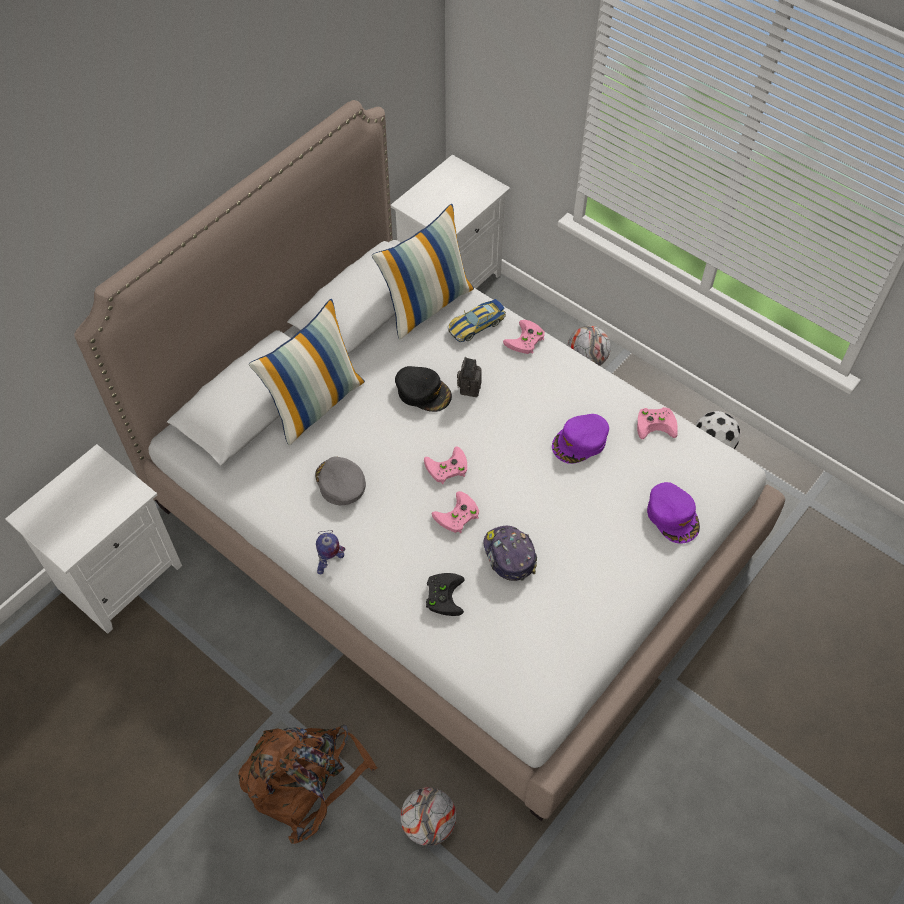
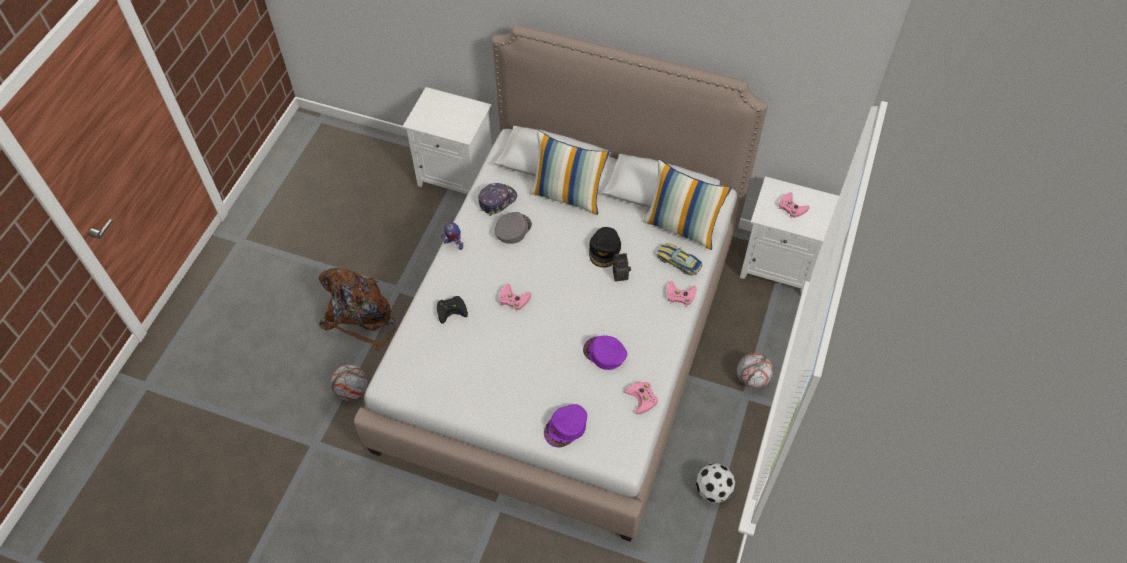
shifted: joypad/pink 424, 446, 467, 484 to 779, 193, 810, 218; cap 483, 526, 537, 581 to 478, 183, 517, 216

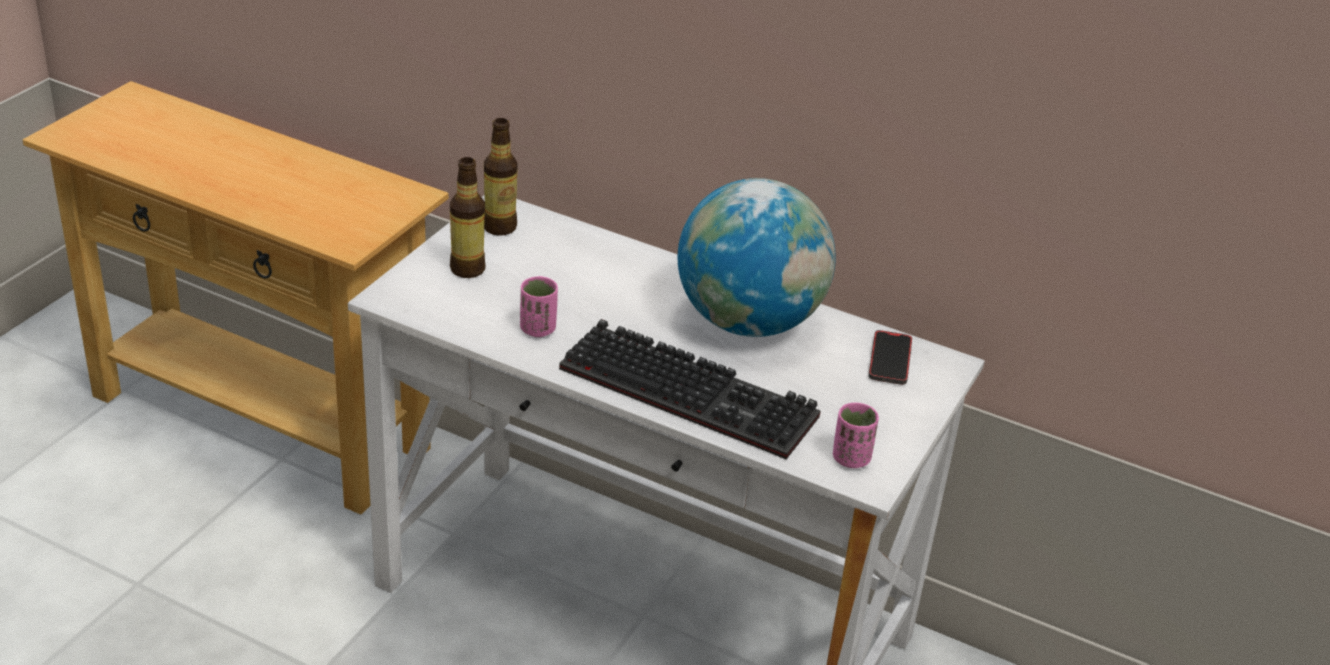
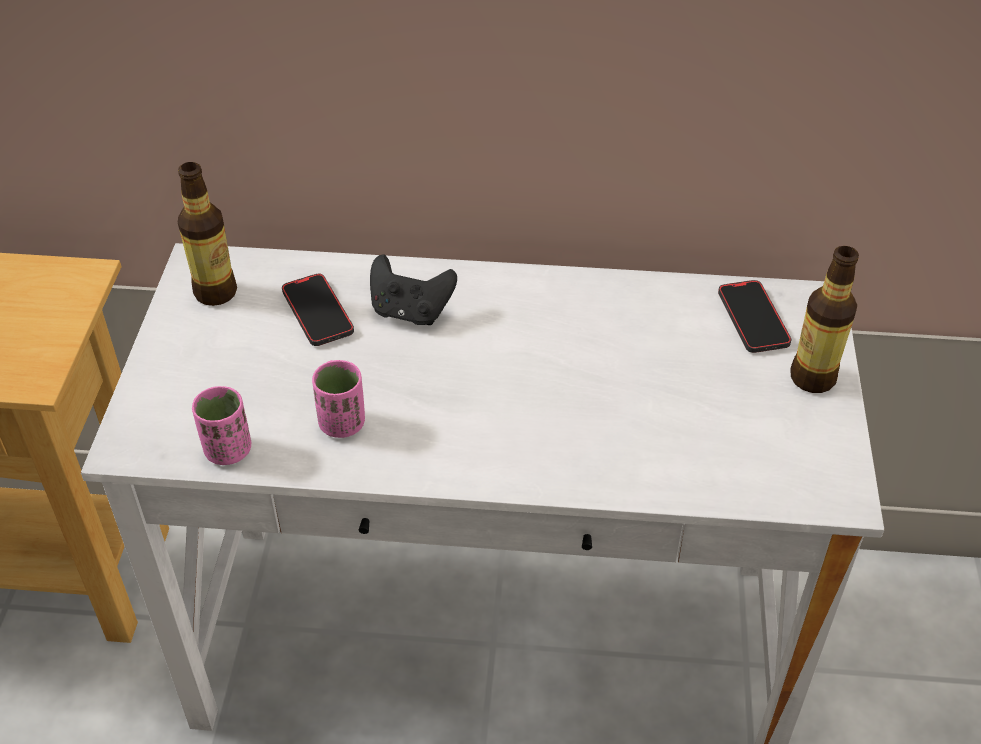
gone: PC keyboard 559, 319, 820, 460; desk globe 678, 178, 836, 337
new: handset 282, 273, 354, 346; joypad/black-coloured 370, 254, 457, 325
shifted: drink bottle 450, 157, 485, 278 to 790, 246, 859, 393; cup/pink 833, 403, 879, 468 to 192, 386, 251, 465

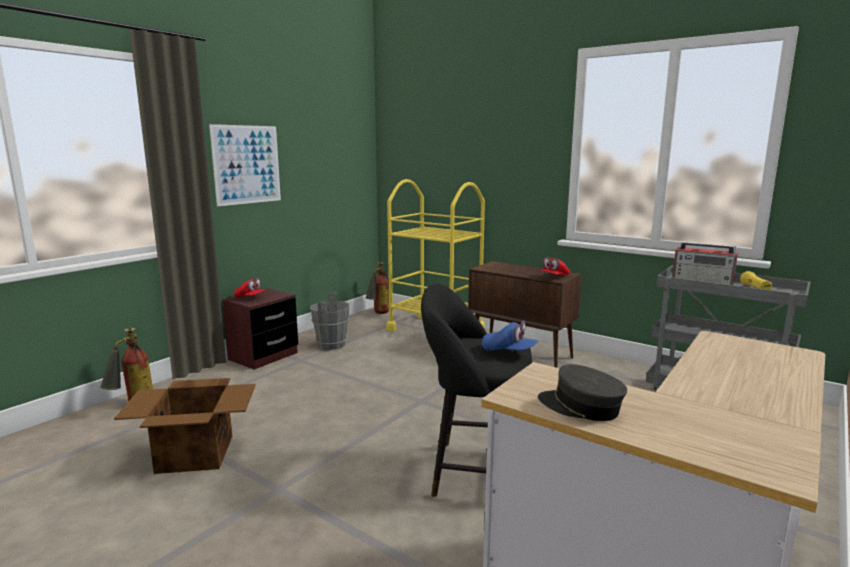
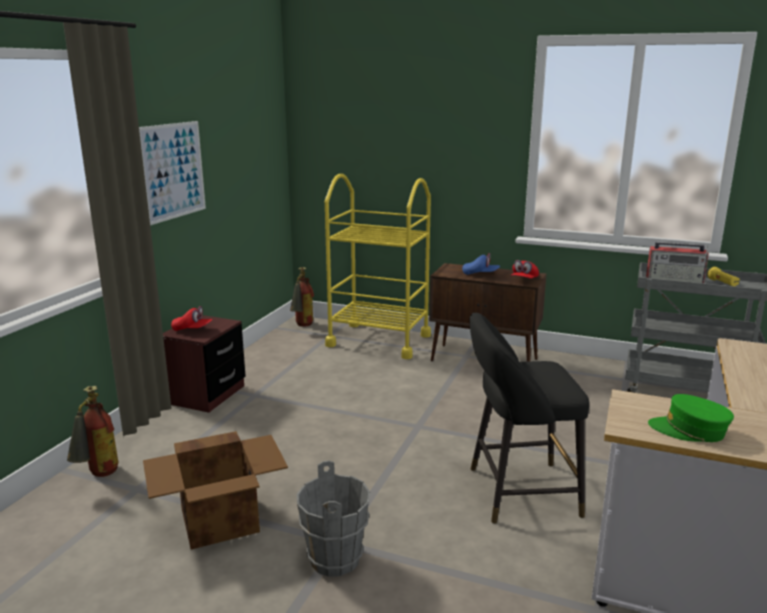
shifted: pail/greyish 310, 292, 349, 350 to 296, 460, 370, 577; cap/blue-coloured 482, 320, 538, 351 to 462, 253, 500, 275
repainted: cap/greyish 538, 364, 627, 421 to cap/green 648, 394, 734, 442

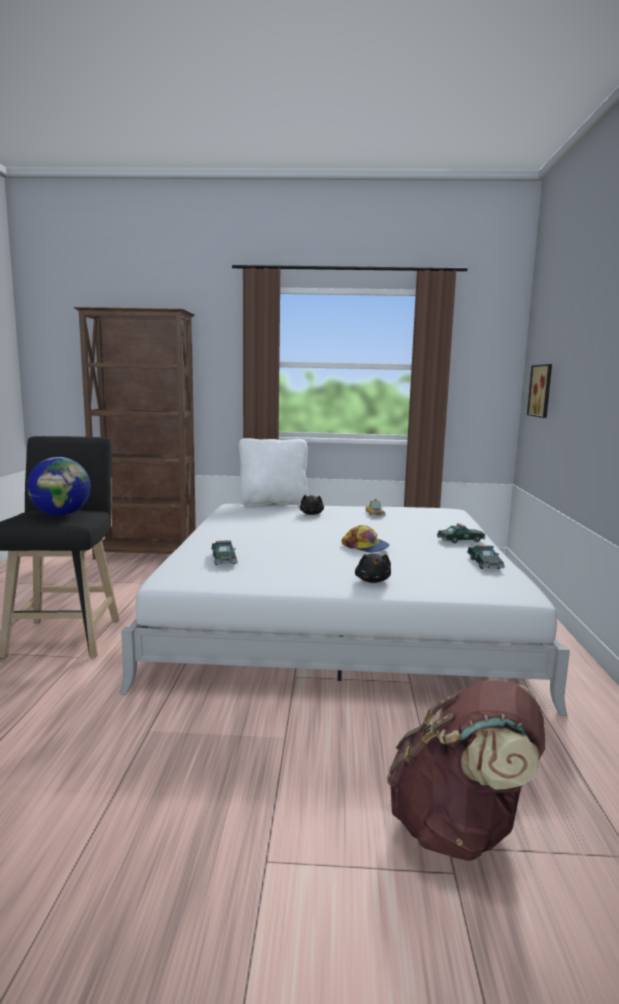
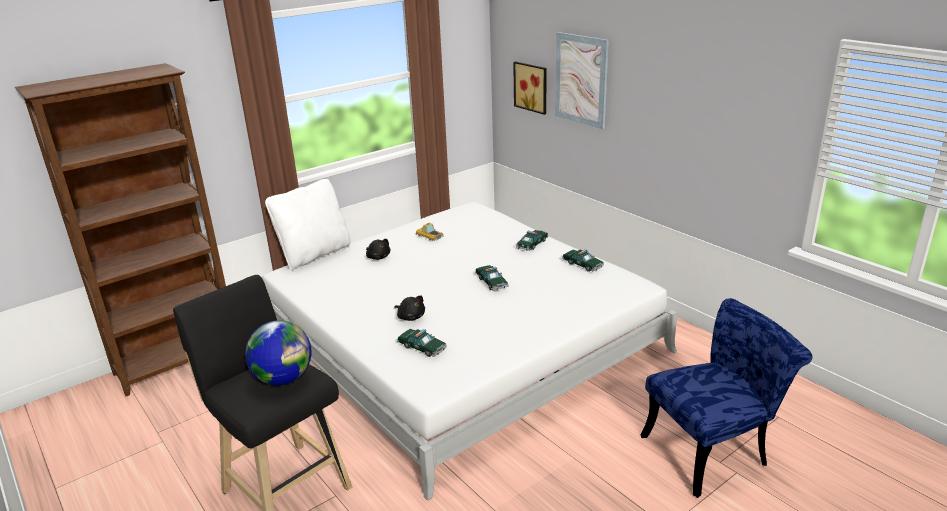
new: wall picture 555, 32, 609, 129
shifted: soft toy/black-coloured 355, 553, 391, 583 to 394, 296, 425, 321
swapped: cap 342, 525, 390, 553 to toy car 475, 265, 509, 291; rucksack/brown-coloured 387, 680, 545, 861 to plain chair/blue-coloured 640, 298, 813, 498

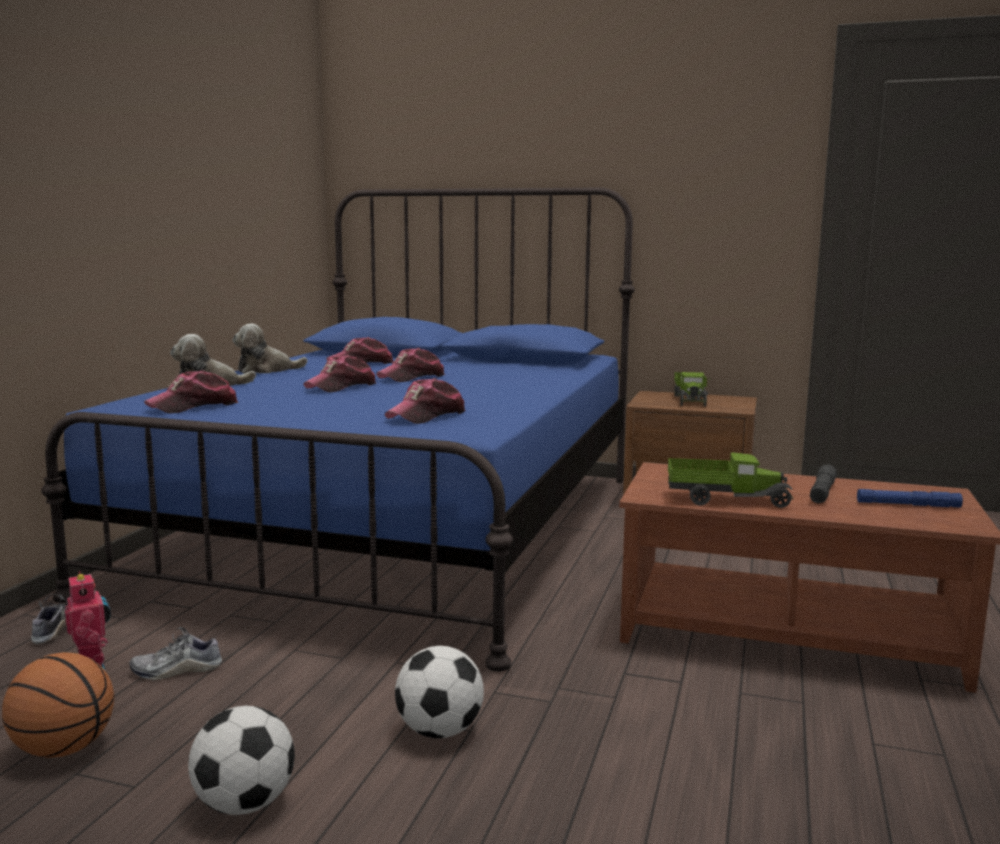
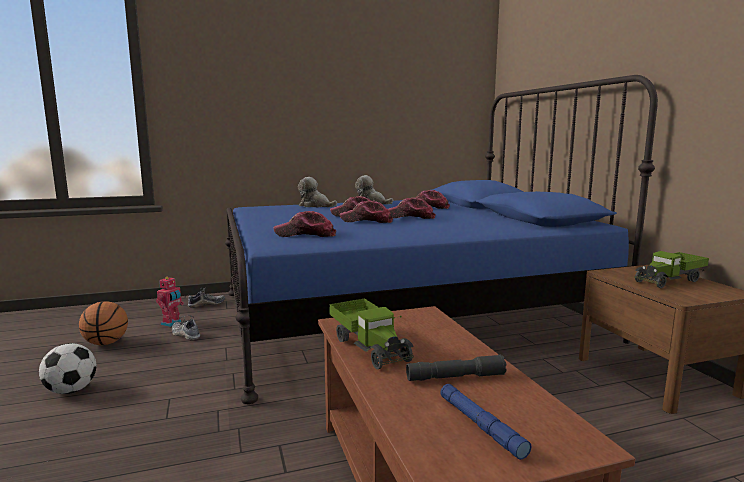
gone: ball for football 395, 646, 484, 738
shifted: cap 144, 370, 239, 413 to 340, 201, 393, 223

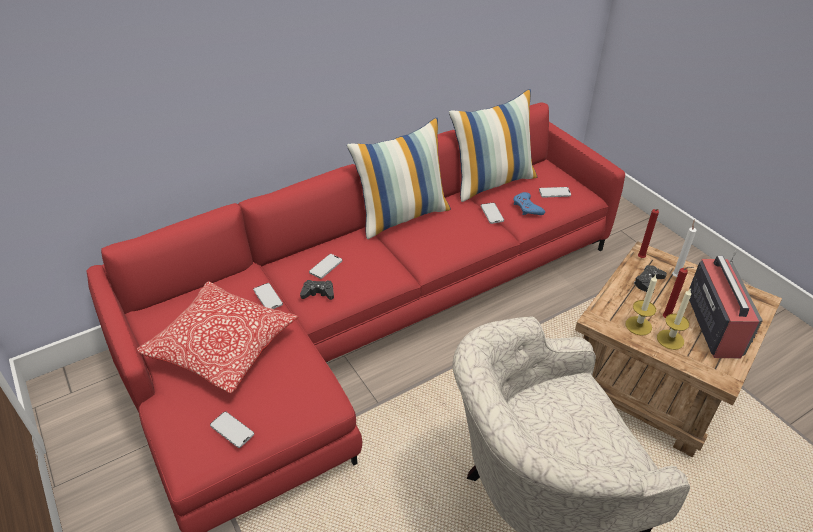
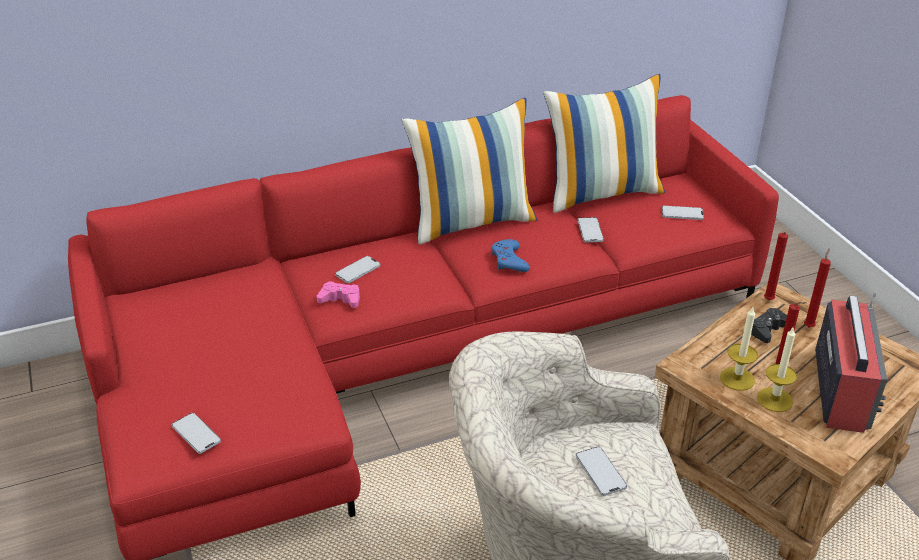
gone: cushion 137, 281, 299, 394
shifted: handset 253, 283, 283, 309 to 576, 446, 627, 496; joypad/blue-coloured 514, 192, 545, 215 to 492, 239, 530, 272
repainted: joypad/black-coloured 300, 280, 334, 300 to joypad/pink 317, 281, 360, 308; candle/whitish 672, 220, 697, 277 to candle/red 804, 248, 831, 327

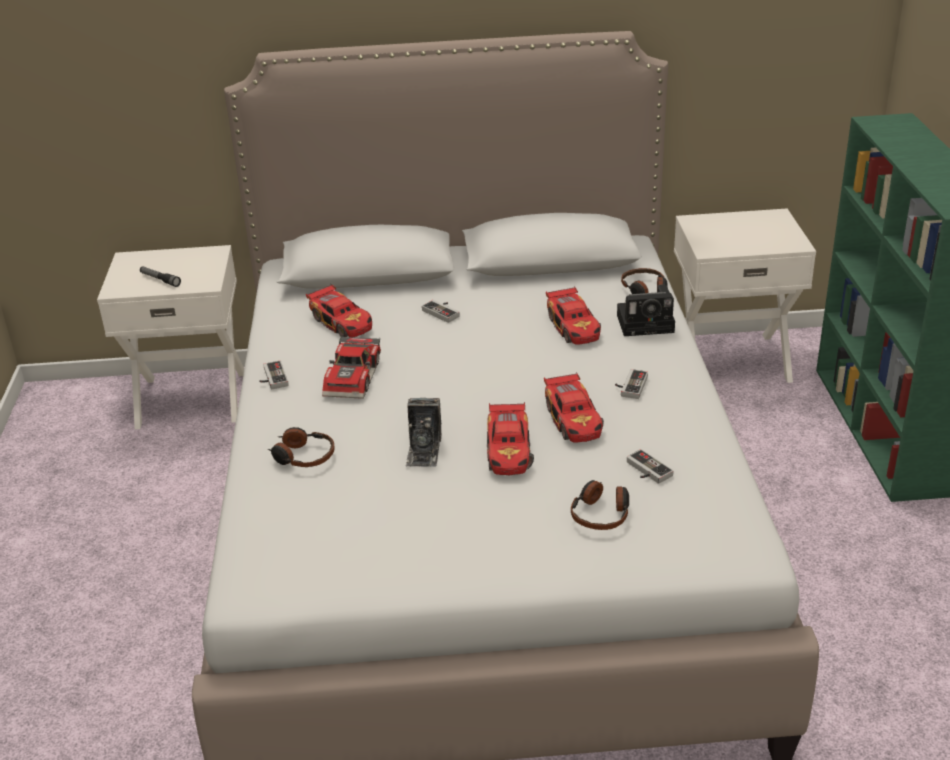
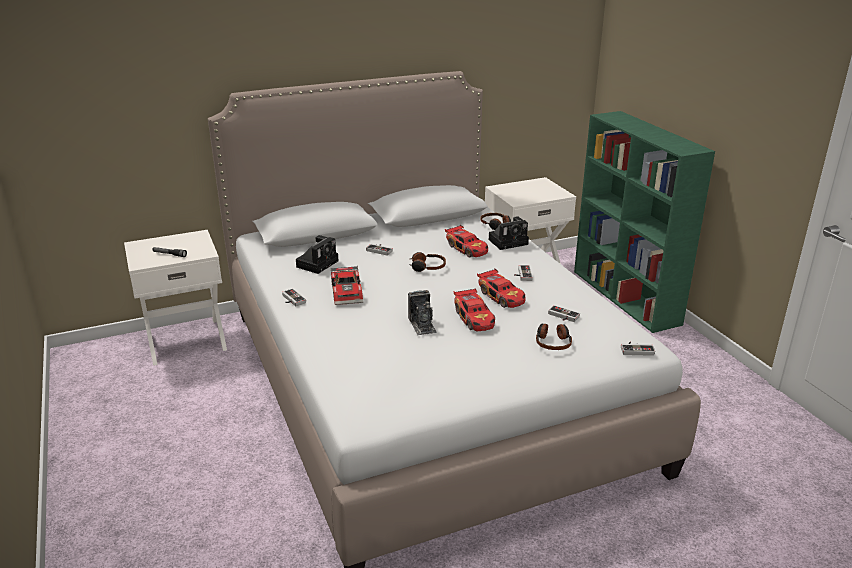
new: joypad 621, 342, 655, 356
shifted: pair of headphones 268, 427, 335, 467 to 408, 252, 446, 272
swapped: toy car 306, 284, 372, 337 to still camera 296, 235, 339, 274

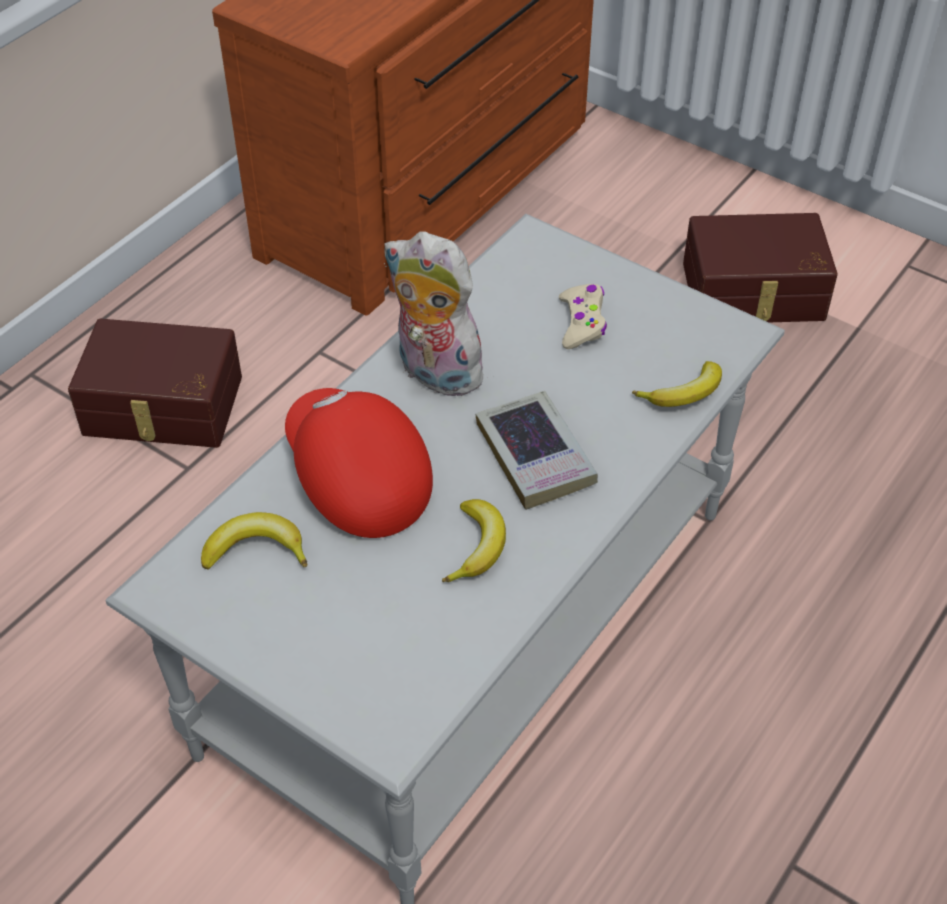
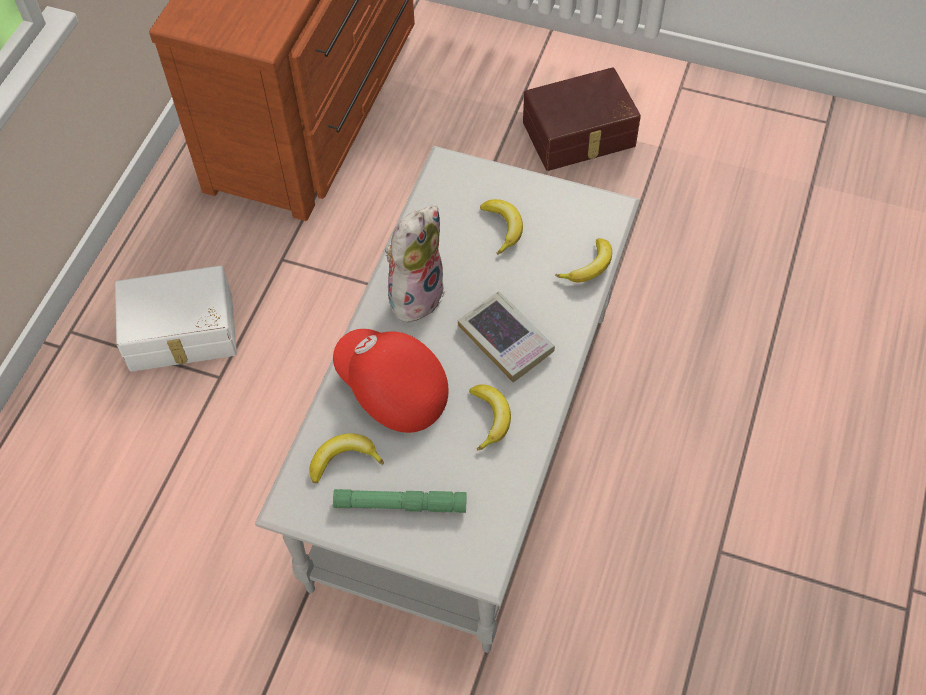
new: hand torch/green 333, 489, 467, 513
swapped: joypad/beige-coloured 559, 284, 607, 349 to whole banana 480, 199, 523, 255
repainted: storage container/brown-coloured 68, 319, 242, 448 to storage container/whitish 115, 265, 237, 372
rotated: soft toy 384, 231, 494, 396 = 385, 206, 445, 328 105 degrees clockwise

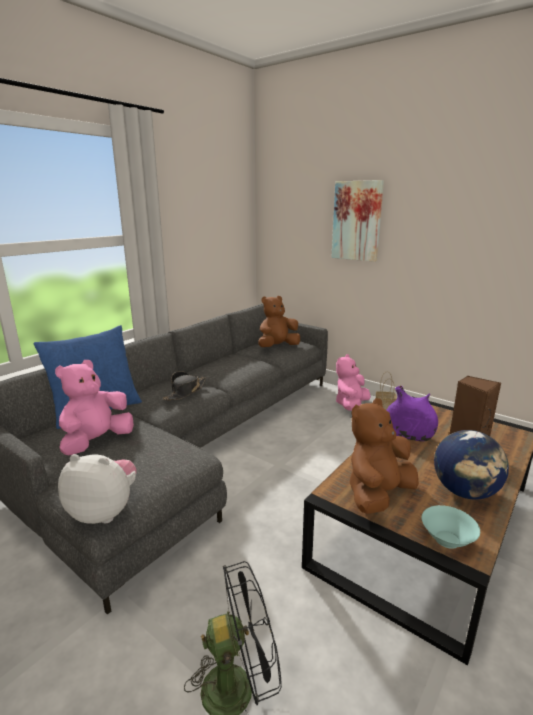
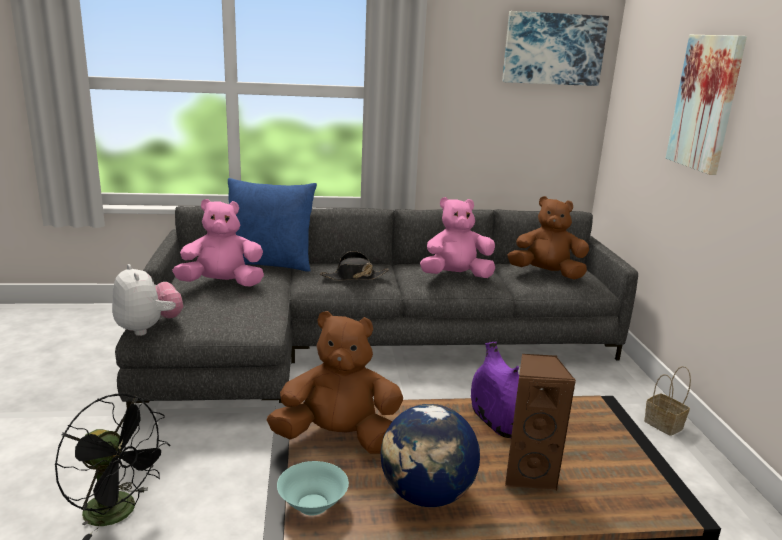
new: wall picture 502, 11, 609, 86
shifted: soft toy/pink 336, 354, 371, 411 to 420, 197, 495, 278

